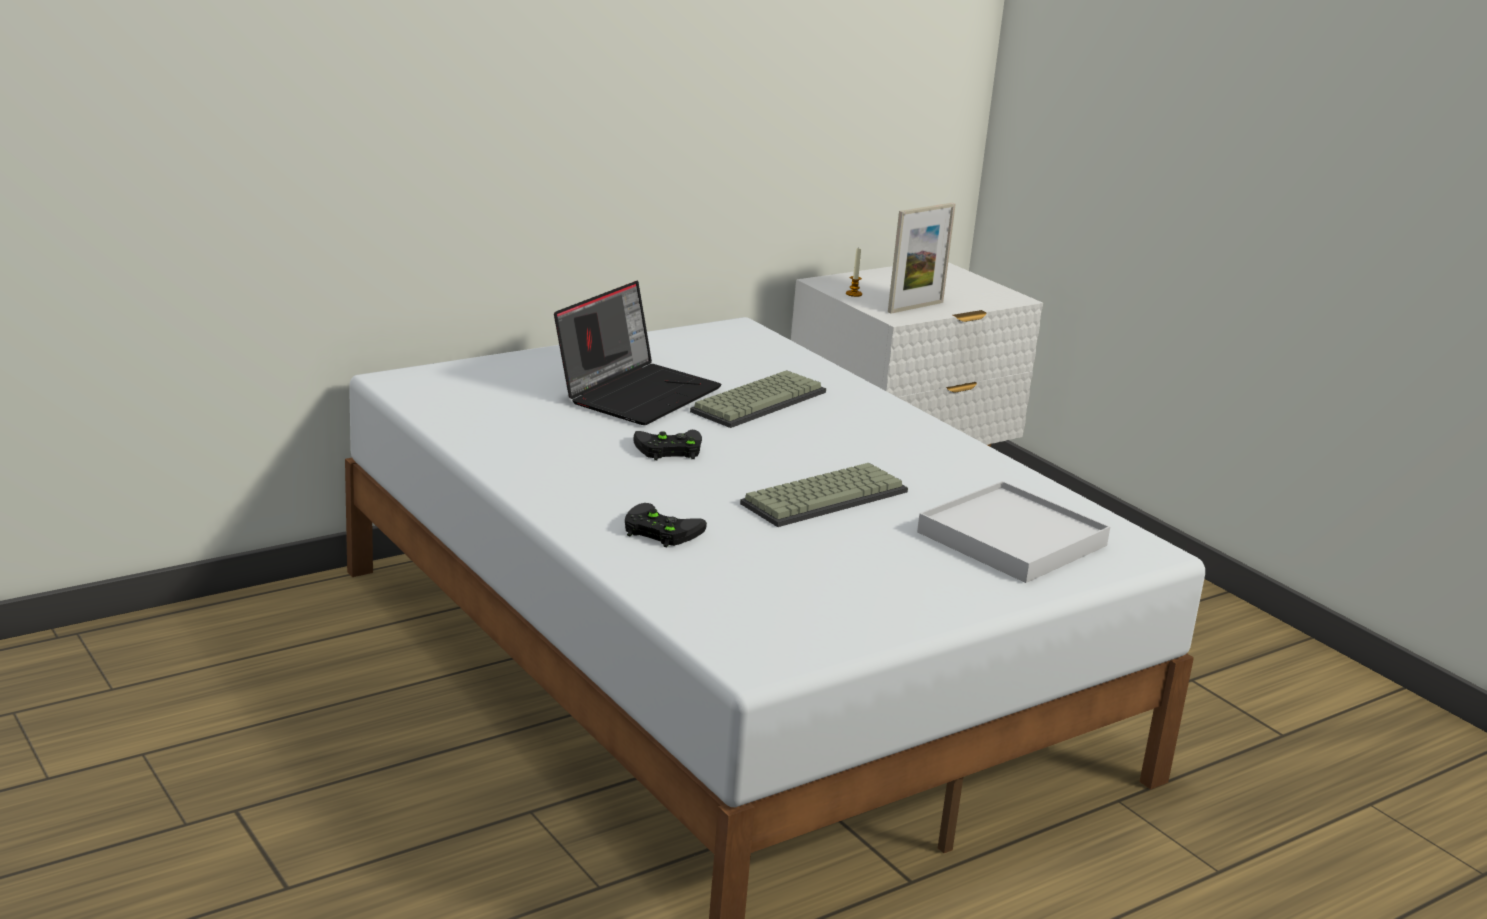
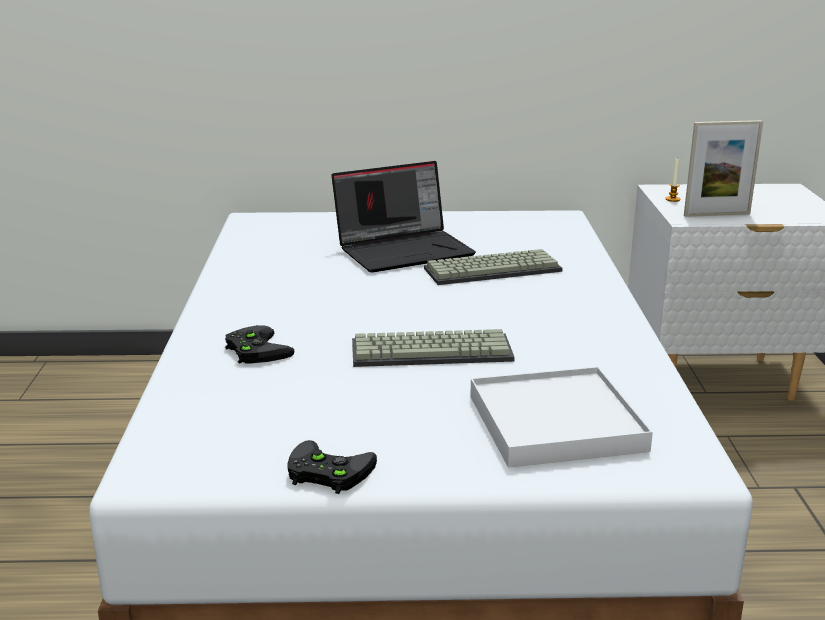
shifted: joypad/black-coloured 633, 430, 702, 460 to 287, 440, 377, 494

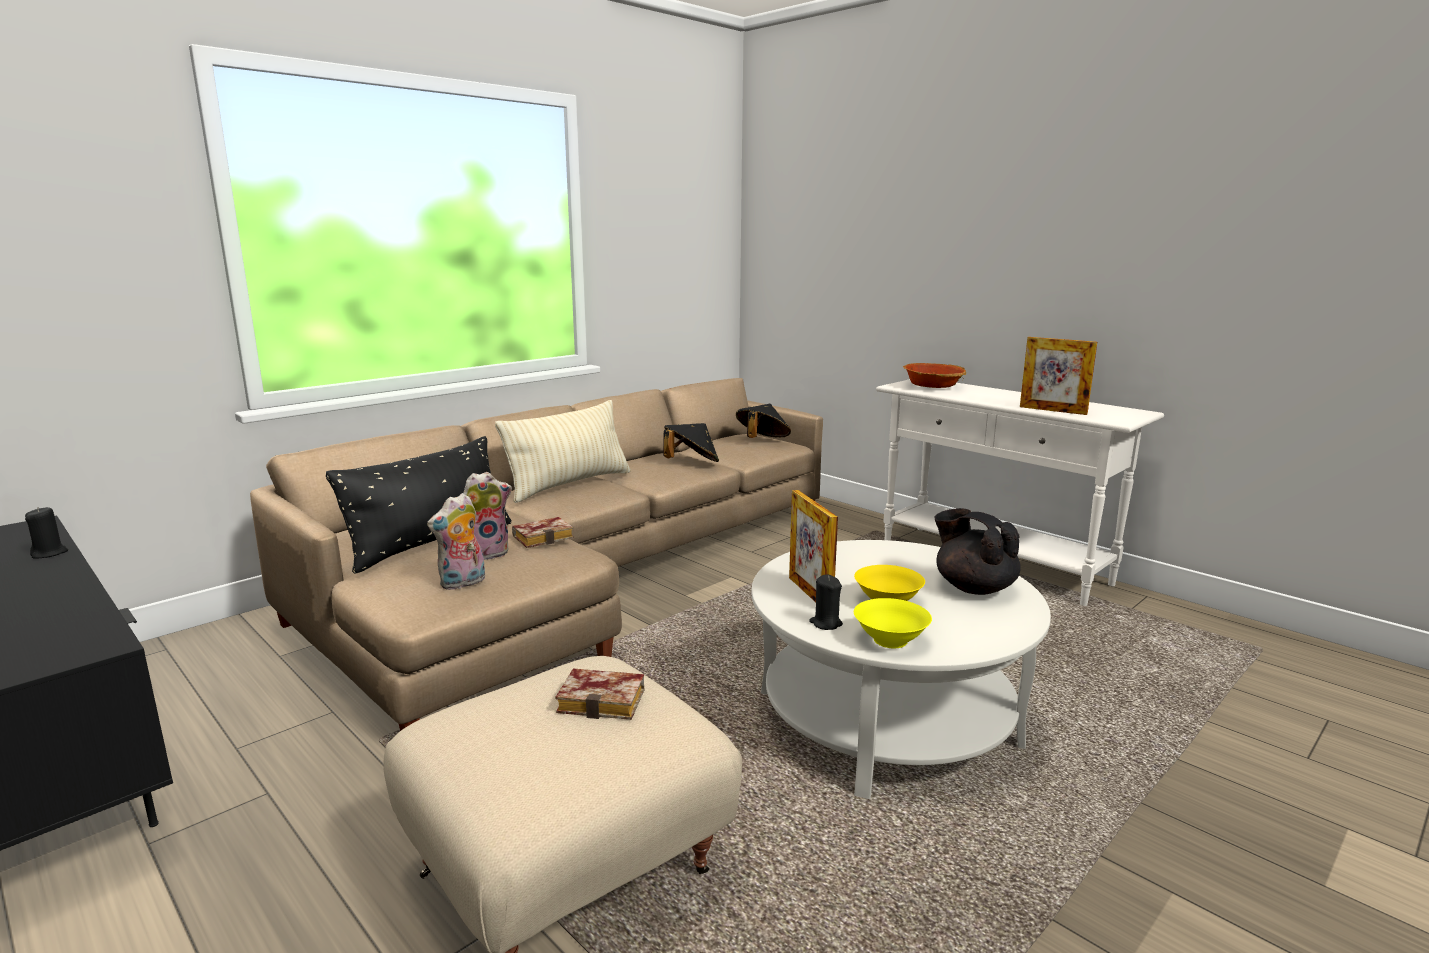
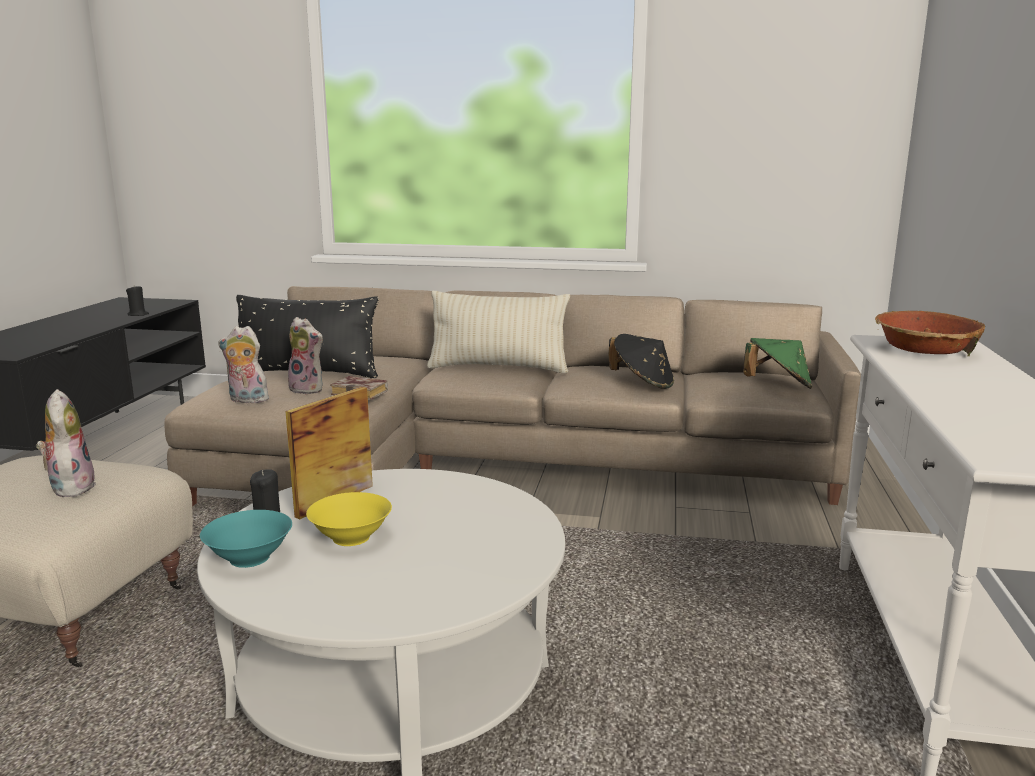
gone: tea pot/black-coloured 935, 508, 1021, 595; picture frame 1020, 337, 1097, 415
swapped: bound book 555, 668, 645, 720 to soft toy 36, 389, 96, 497
repainted: wearable hat/black-coloured 736, 404, 791, 438 to wearable hat/green 743, 338, 812, 389; deep dish/yellow 854, 598, 932, 648 to deep dish/turquoise-coloured 200, 510, 292, 568

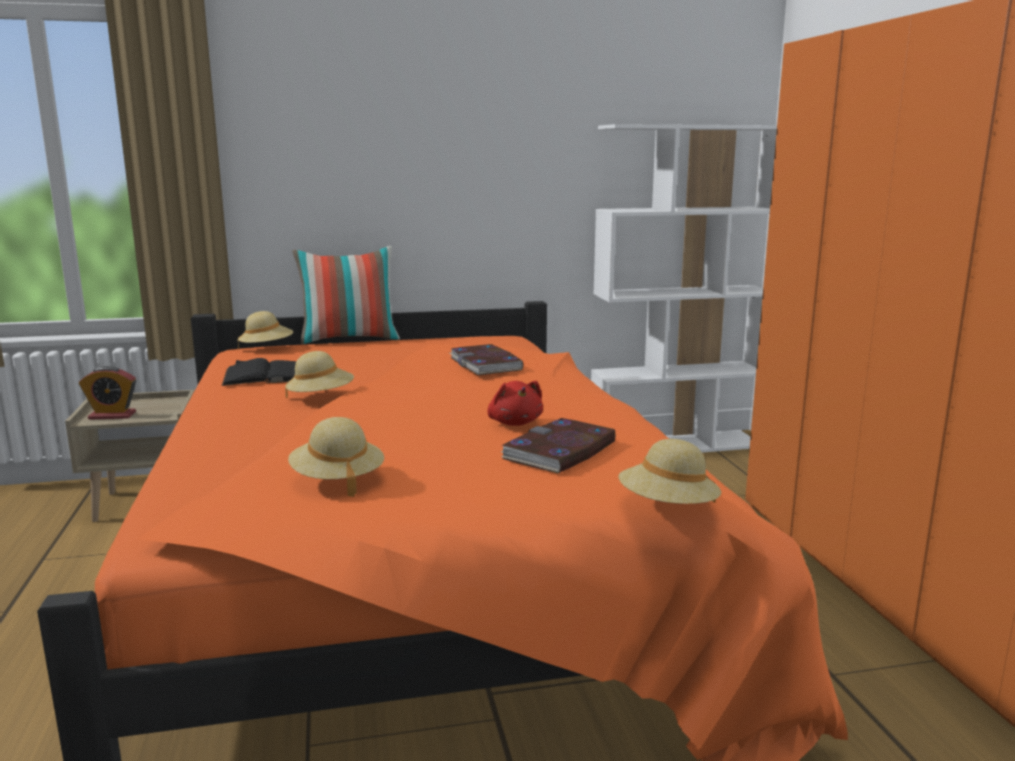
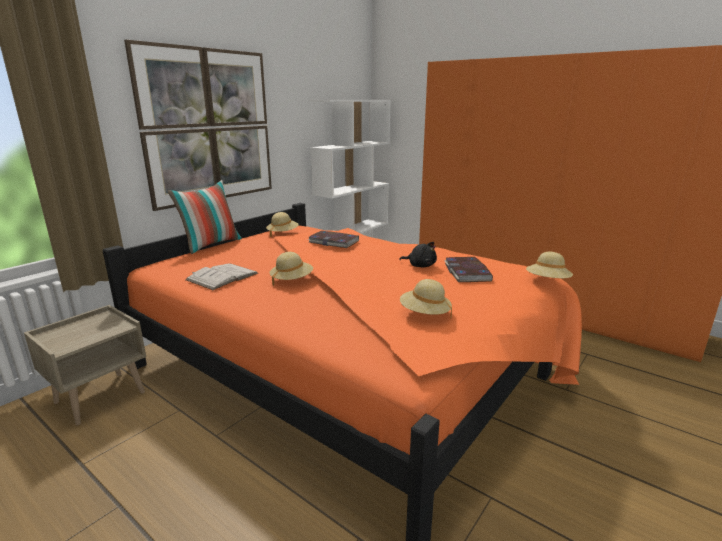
gone: table clock 79, 366, 136, 420
new: wall picture 124, 40, 272, 211
shifted: wearable hat/beige-coloured 238, 311, 293, 350 to 266, 212, 299, 237
repainted: bound book/black-coloured 222, 358, 296, 386 to bound book/whitish 186, 263, 258, 290; soft toy/red 487, 381, 543, 426 to soft toy/black-coloured 399, 242, 437, 267

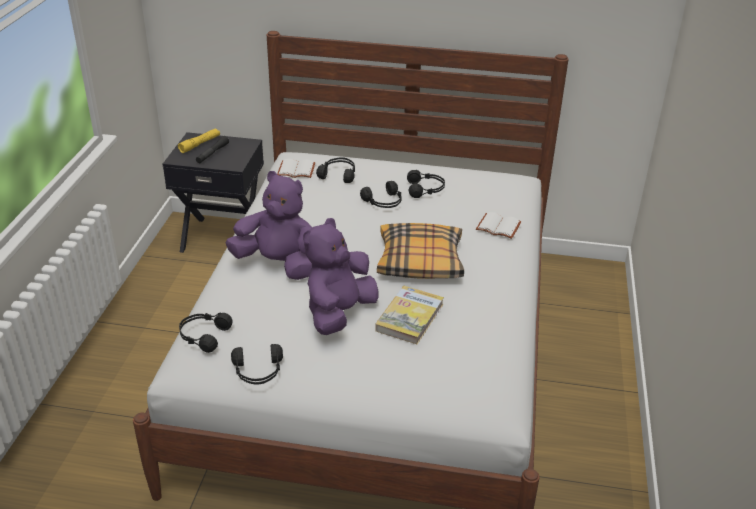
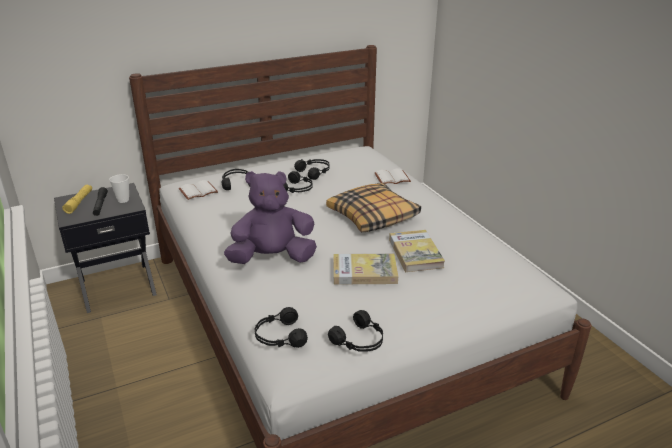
new: cup 109, 174, 129, 203
swapped: soft toy/purple 303, 218, 378, 335 to bound book 334, 254, 398, 285

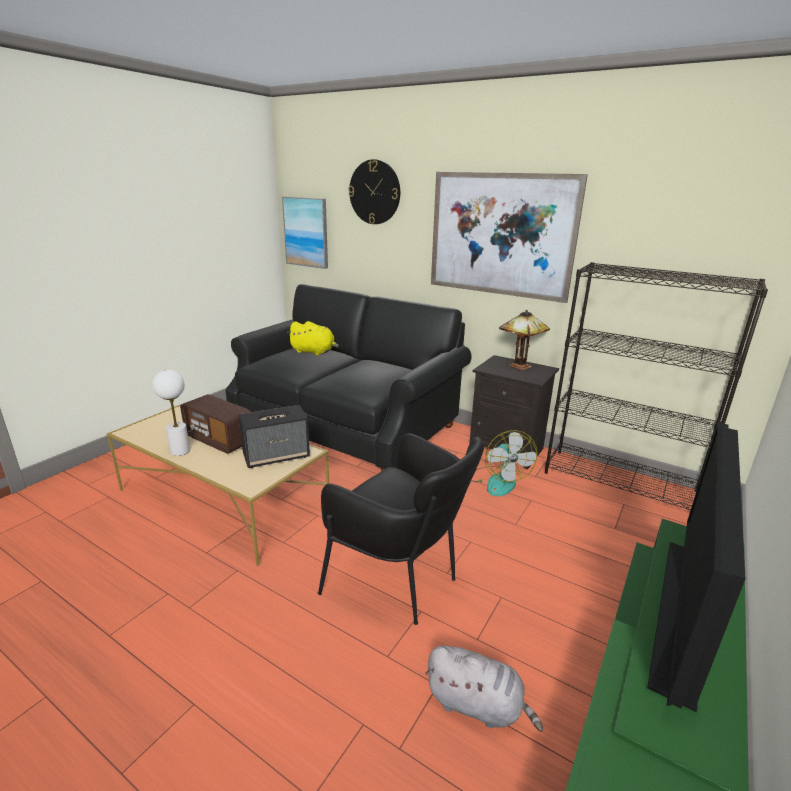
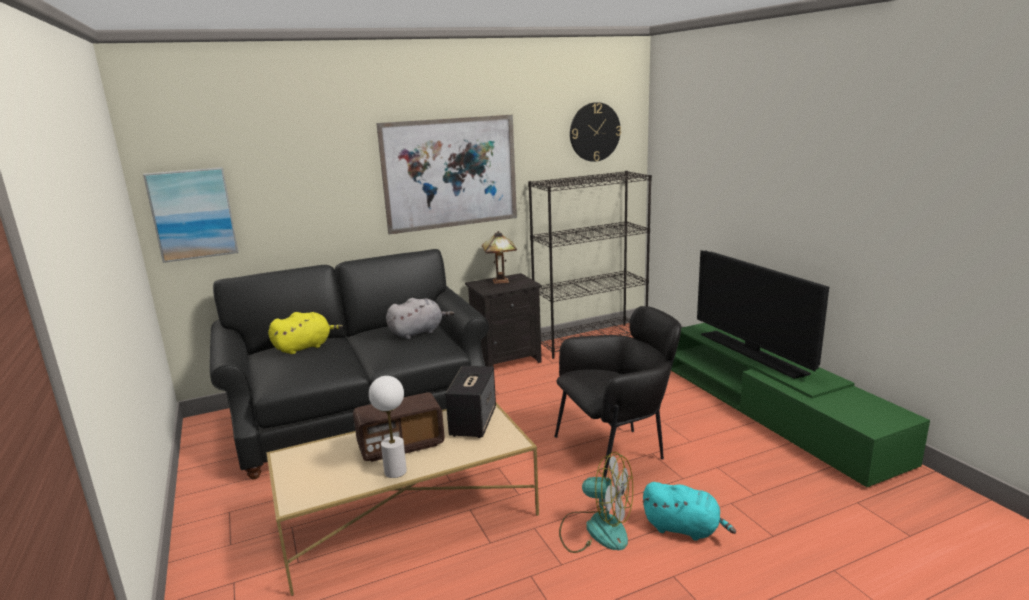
new: soft toy/turquoise-coloured 642, 482, 736, 541
shifted: hanging clock 348, 159, 400, 224 to 570, 102, 621, 162; soft toy/greyish 425, 645, 543, 732 to 386, 298, 454, 339; fan 471, 430, 537, 496 to 559, 452, 633, 553

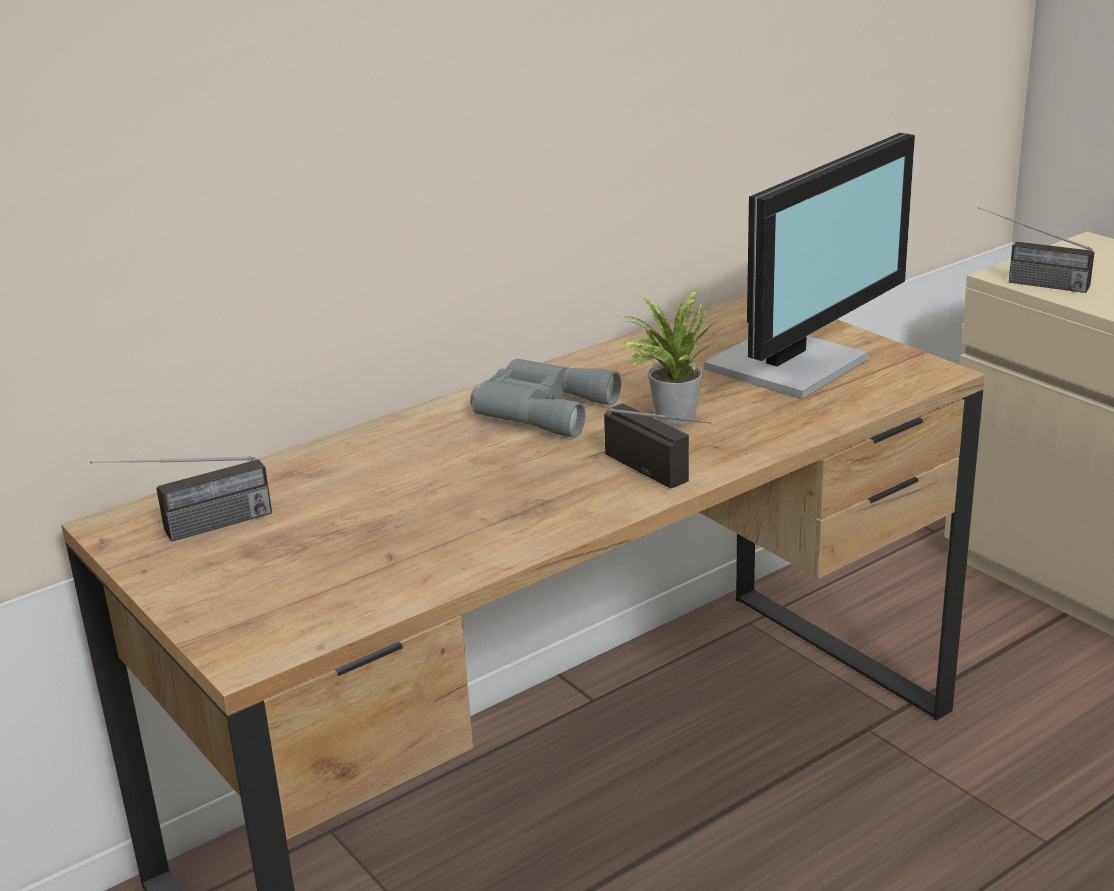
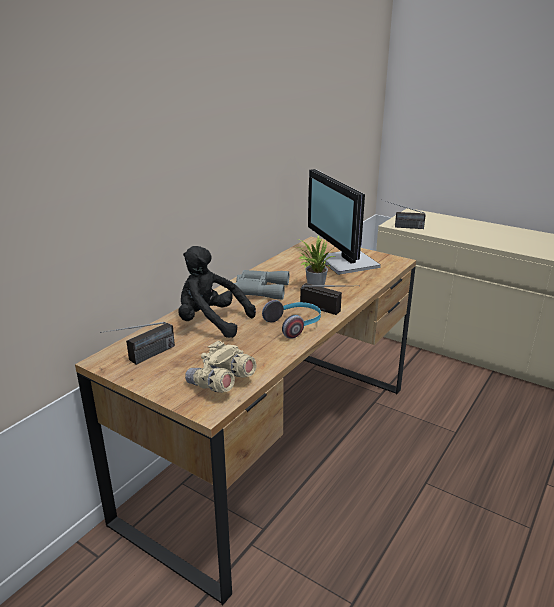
new: soft toy/black-coloured 178, 246, 256, 338; field glasses/beige-coloured 185, 341, 256, 393; pair of headphones 262, 300, 321, 339
rotated: computer screen 704, 133, 915, 399 = 308, 169, 381, 275 135 degrees clockwise

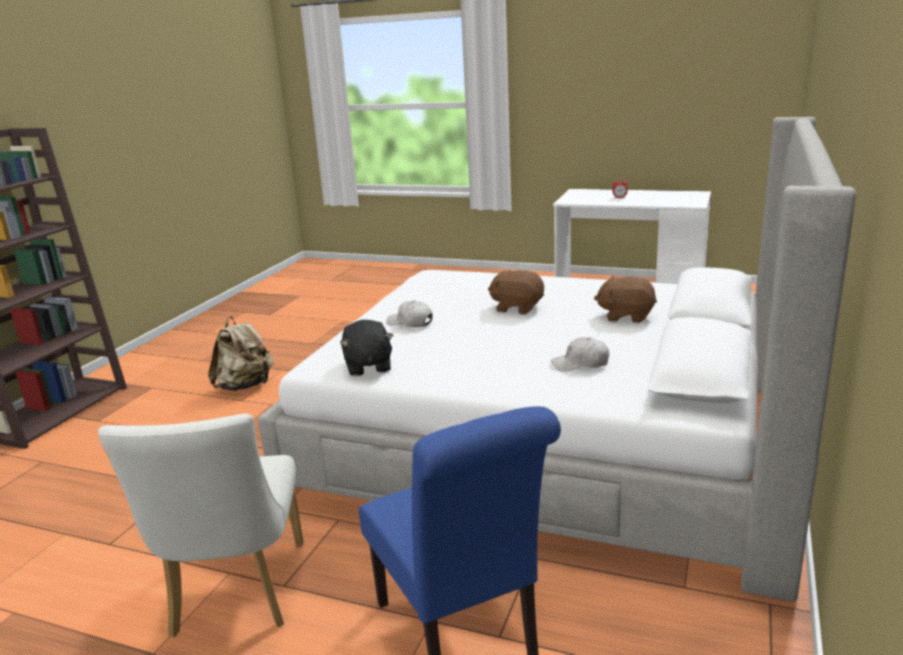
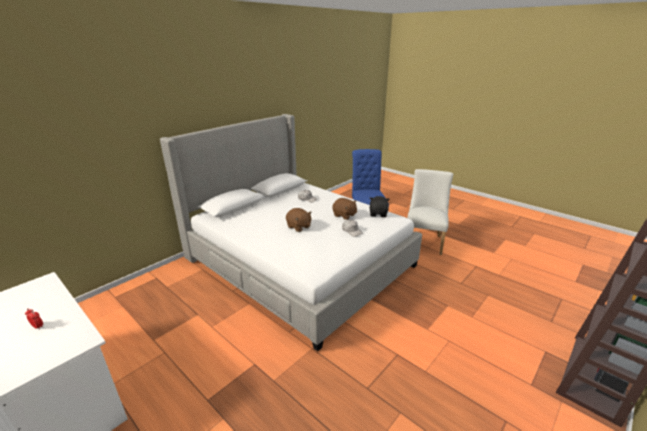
gone: rucksack/beige-coloured 208, 316, 274, 391
shifted: soft toy/brown-coloured 594, 276, 657, 323 to 332, 198, 357, 220

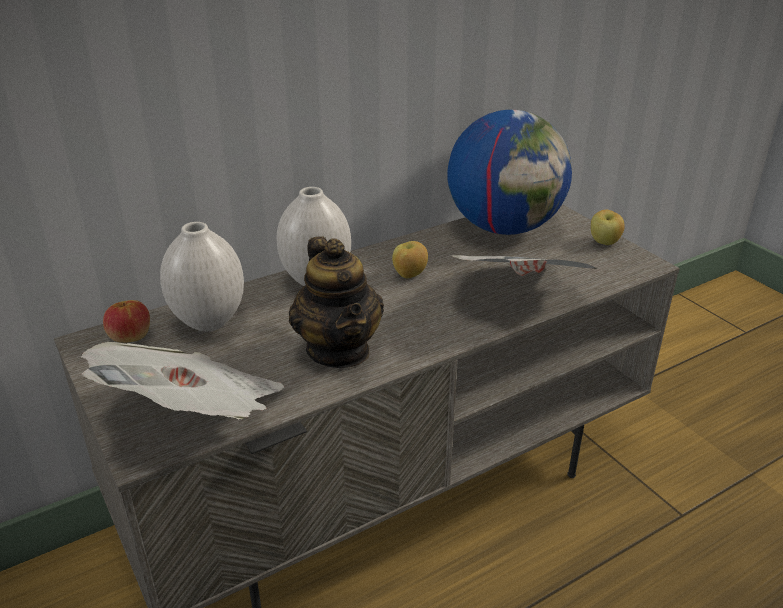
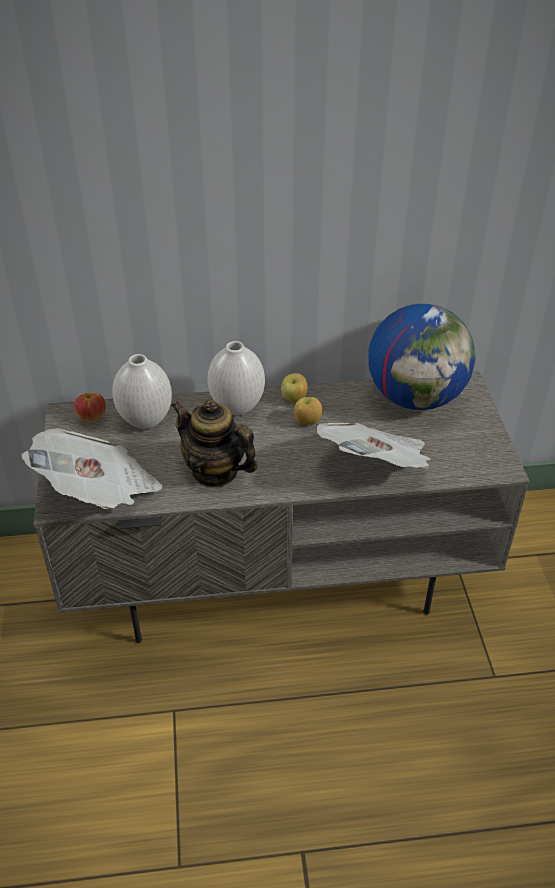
shifted: whole apple 591, 210, 625, 245 to 281, 373, 308, 403
rotated: tea pot 289, 236, 384, 368 = 171, 399, 258, 488 120 degrees clockwise

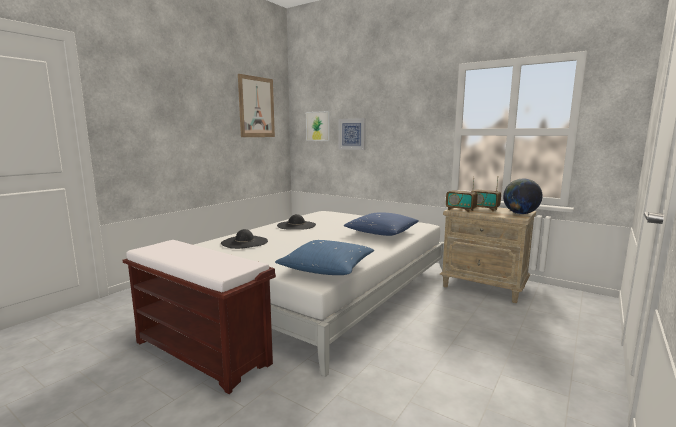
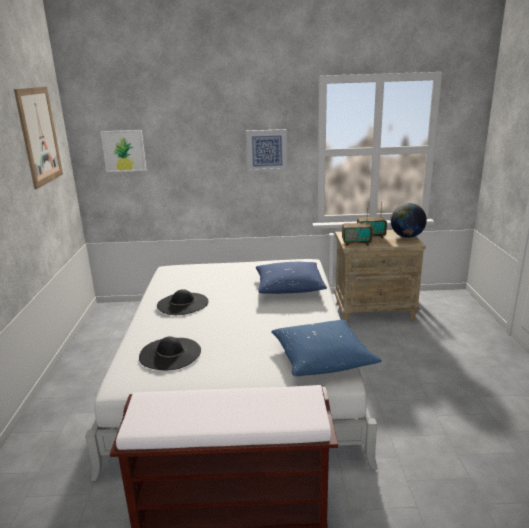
shifted: wall picture 339, 118, 366, 150 to 246, 129, 287, 172

